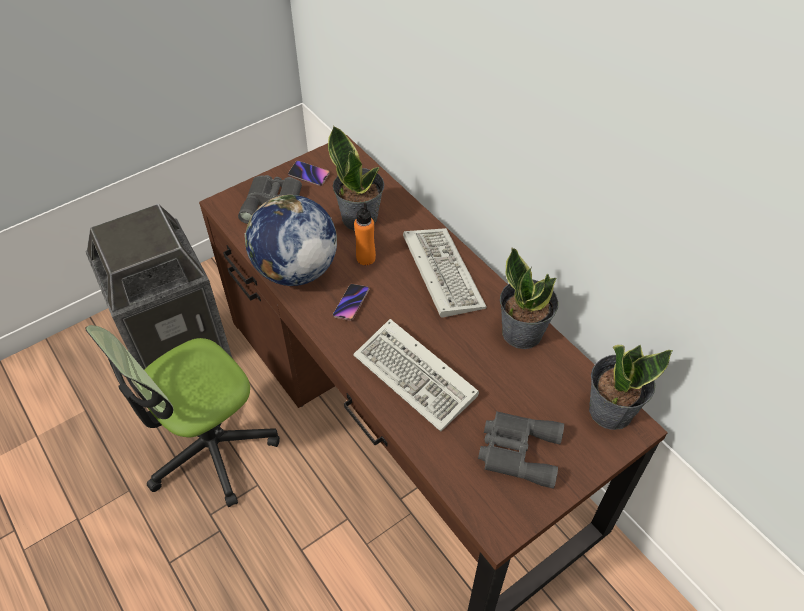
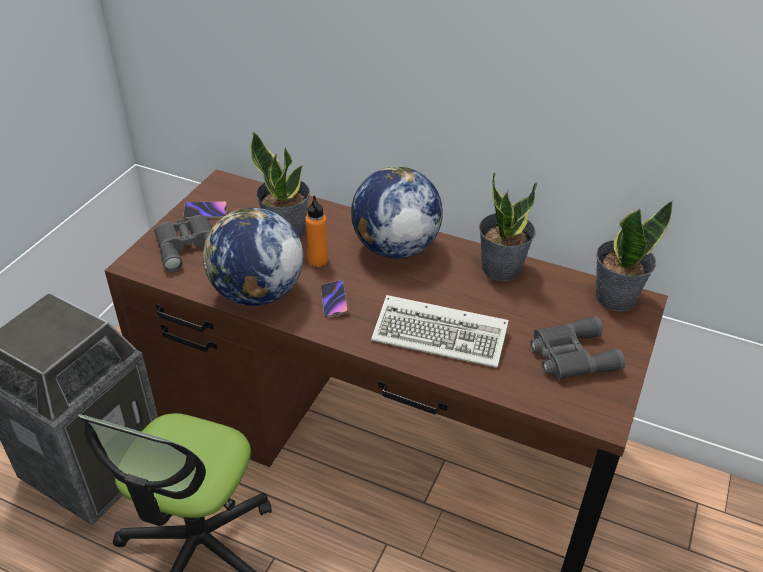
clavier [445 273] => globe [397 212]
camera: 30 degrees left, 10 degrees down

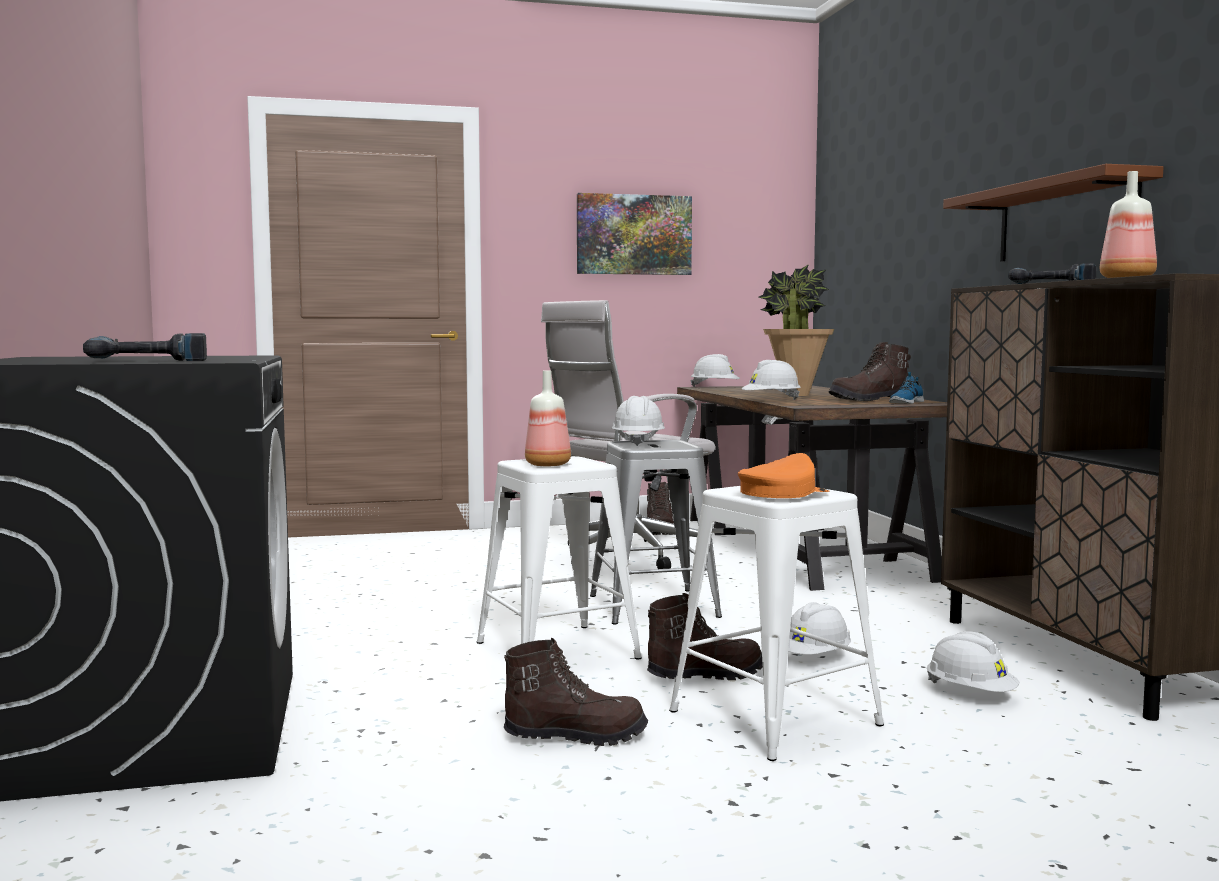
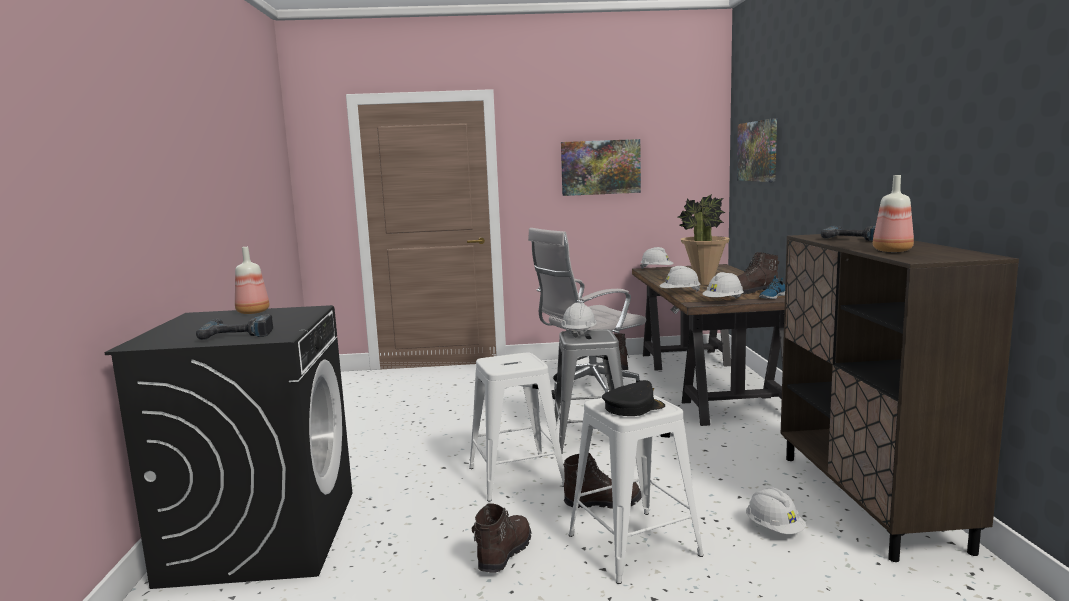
botte [marron] [576 692] => botte [marron] [501 538], 75 degrees counterclockwise
bouteille [548 418] => bouteille [252 280], move
casquette [orange] [783 475] => casquette [noir] [633 398]
casque de chantier [blanc] [819 628] => casque de chantier [blanc] [723 285], move
étagère [marron] [1053 213] => nothing
nothing => tableau [757 150]
camera: 10 degrees right, 5 degrees up

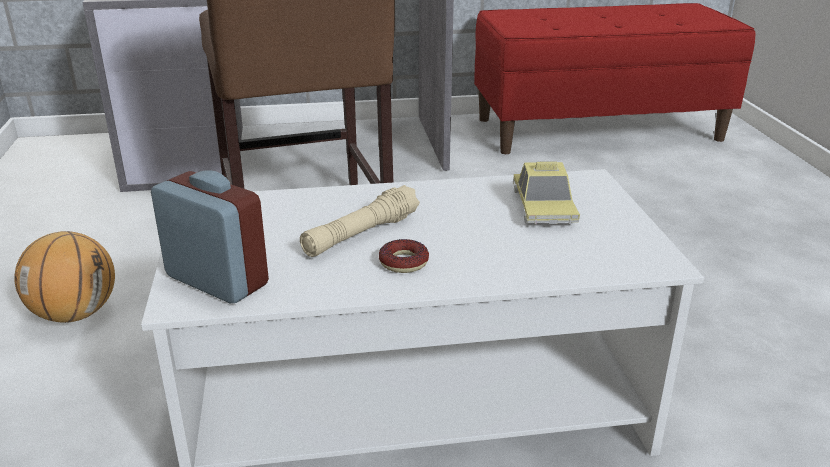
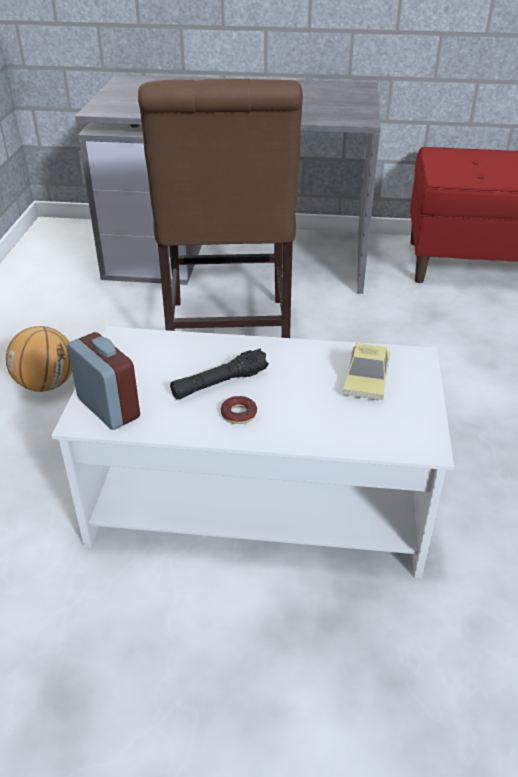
lampe de poche [beige] [360 221] => lampe de poche [noir] [219 374]
camera: 15 degrees right, 10 degrees up

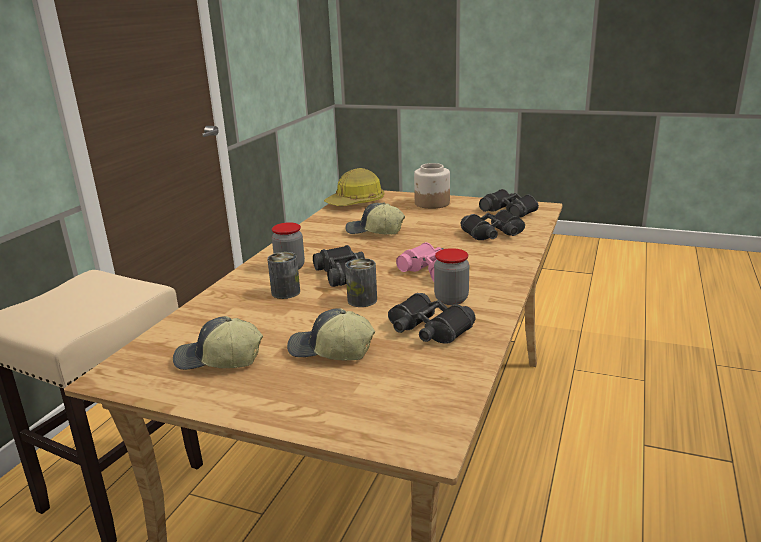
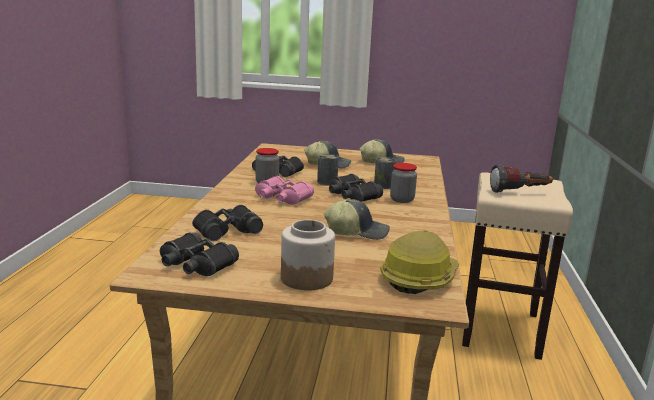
nothing => lampe de poche [521 179]
camera: 165 degrees right, 5 degrees down

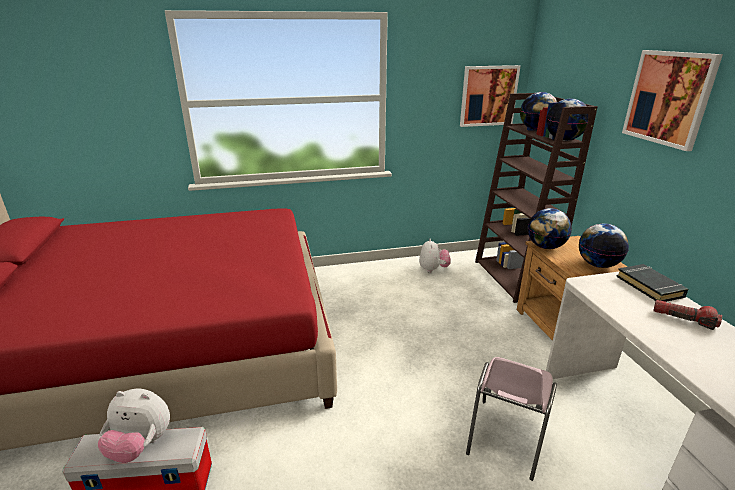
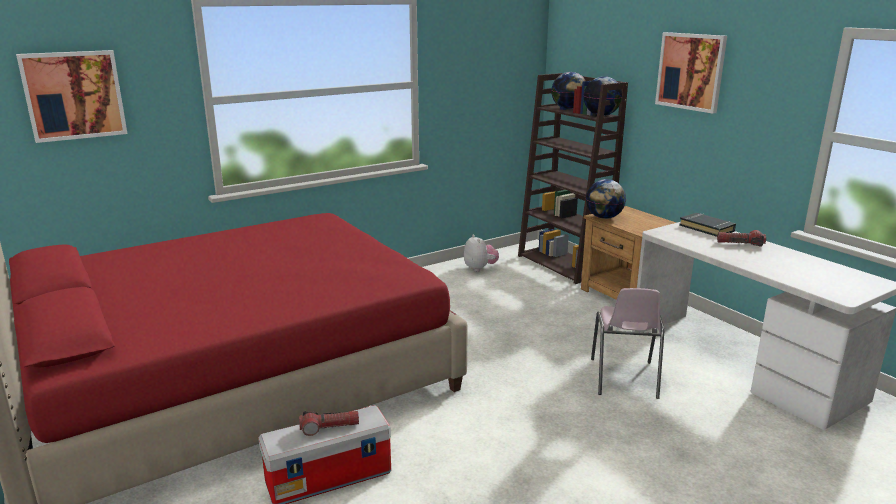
peluche [134 426] => lampe de poche [329 423]
tableau [490 96] => tableau [72 96], move
globe [604 246] => nothing
camera: 20 degrees left, 5 degrees down

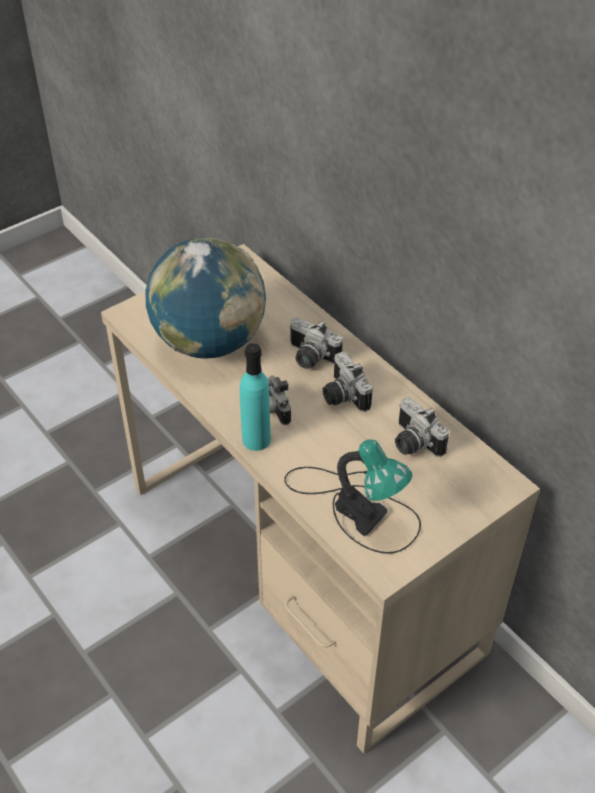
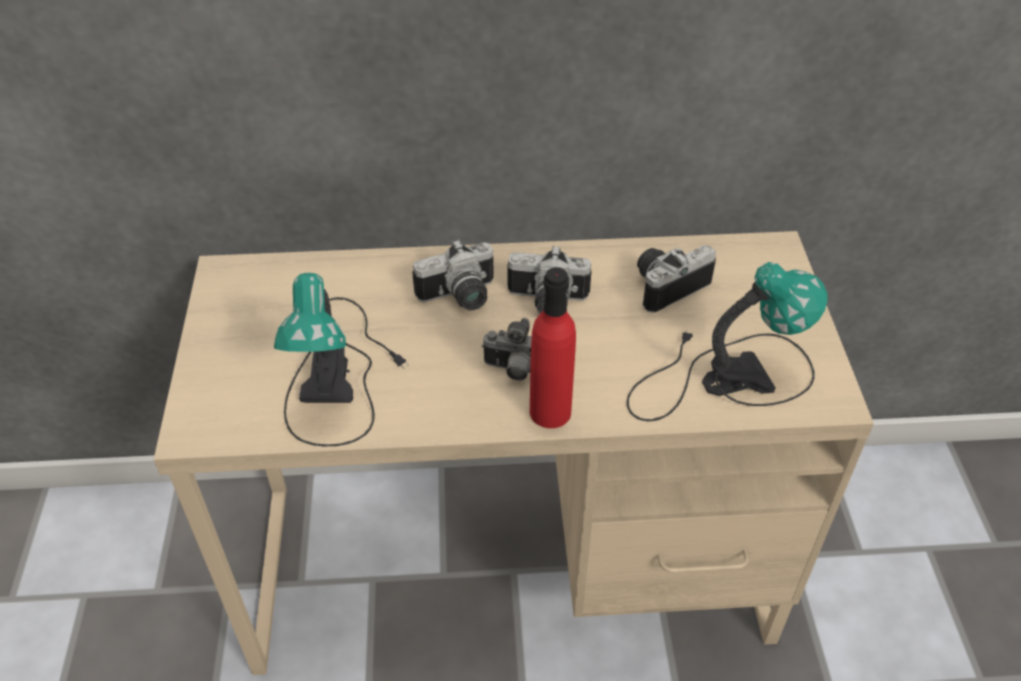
globe [206 298] => lampe de table [341 359]
bouteille [turquoise] [255 397] => bouteille [rouge] [553 347]
appareil photo [422 427] => appareil photo [676 279], 150 degrees clockwise
camera: 55 degrees left, 0 degrees up

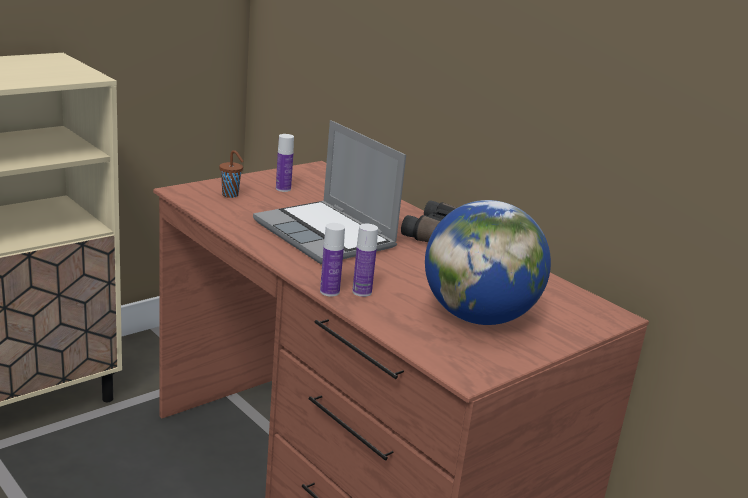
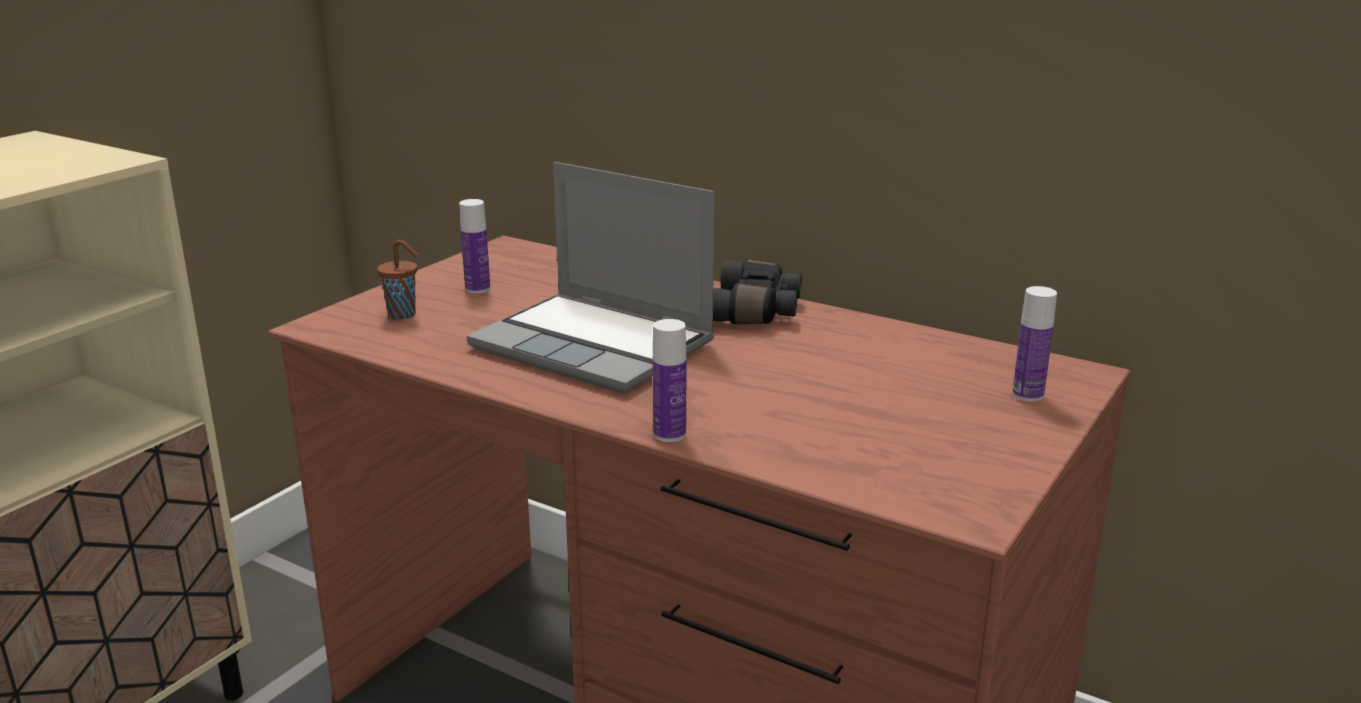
bouteille [365 260] => bouteille [1034 344], move
globe [488 262] => nothing
camera: 15 degrees left, 0 degrees up

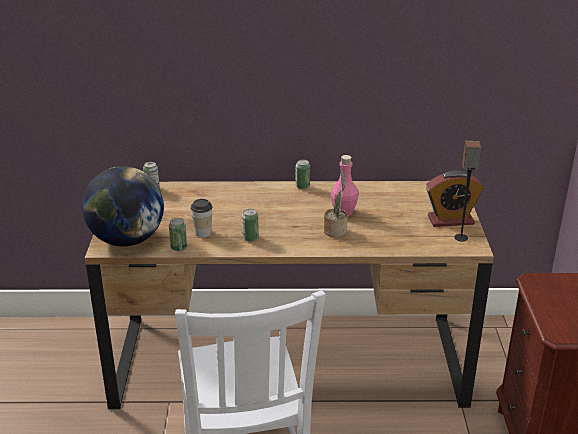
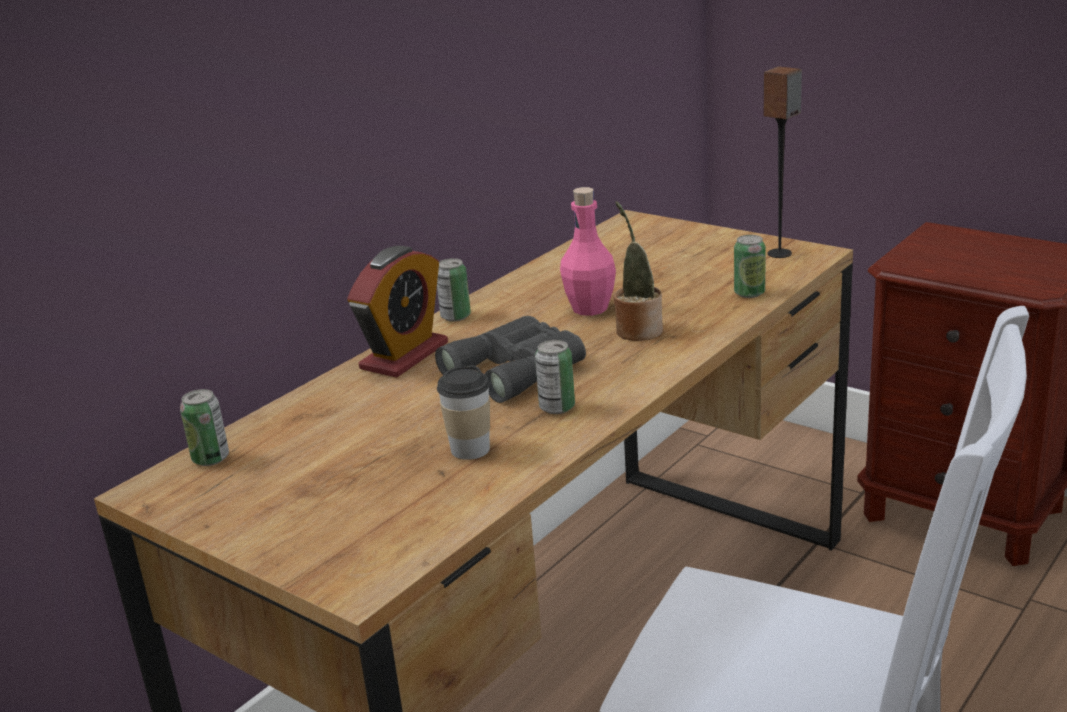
globe [123 206] => nothing
boîte métallique [178 234] => boîte métallique [750 266], move
réveil [454 198] => réveil [397 312], move
nothing => jumelles [gris] [510 359]
camera: 50 degrees left, 5 degrees down

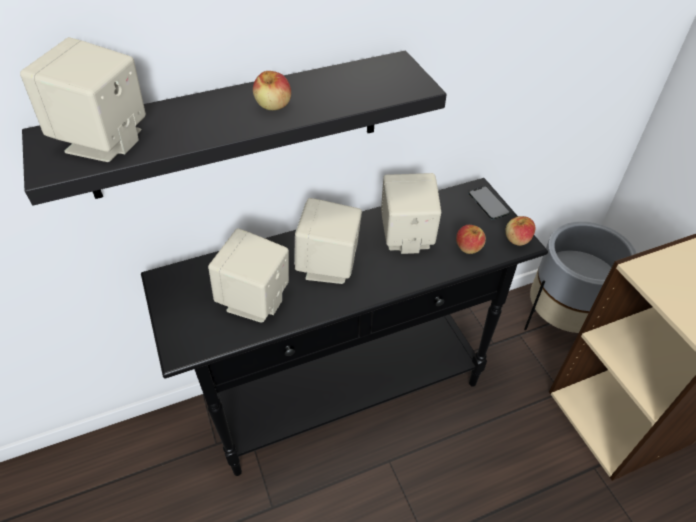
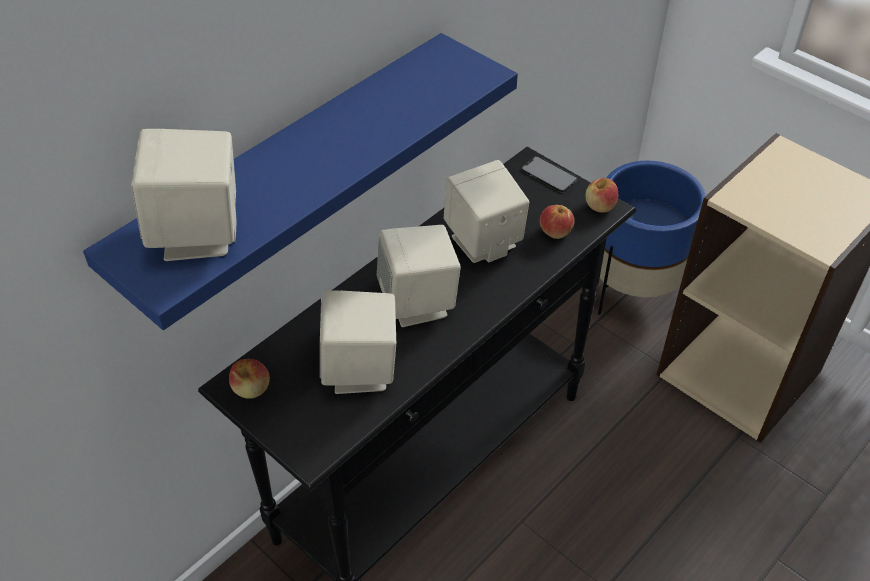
étagère [noir] [234 128] => étagère [bleu] [300 181]
pomme [272 90] => pomme [249 379], move
cache-pot [gris] [580 277] => cache-pot [bleu] [652 237]
camera: 25 degrees left, 0 degrees up

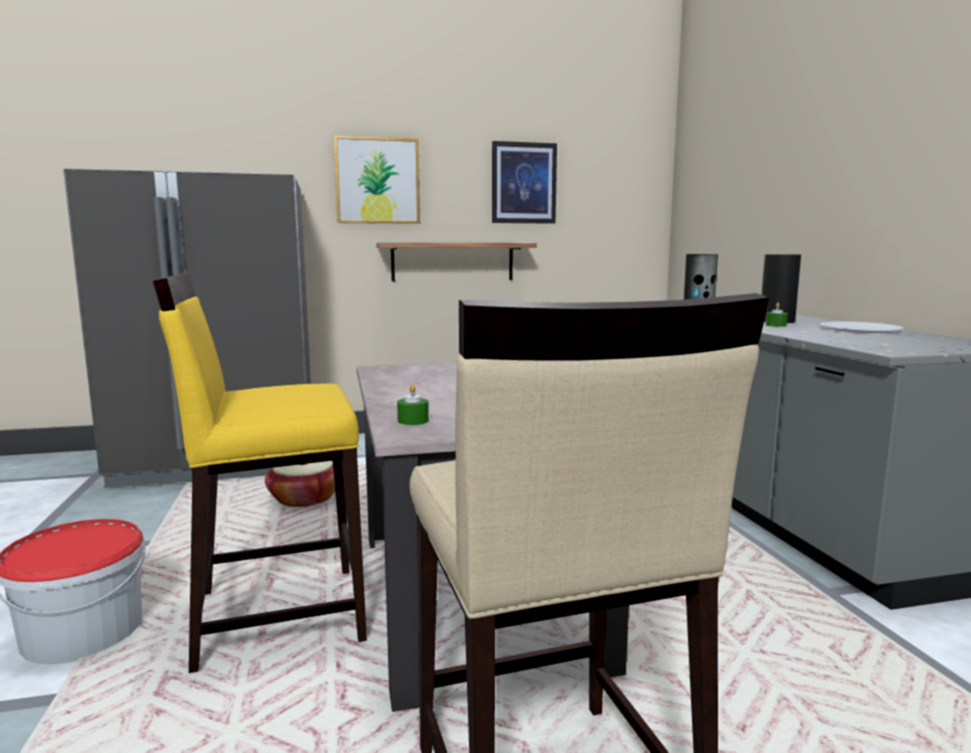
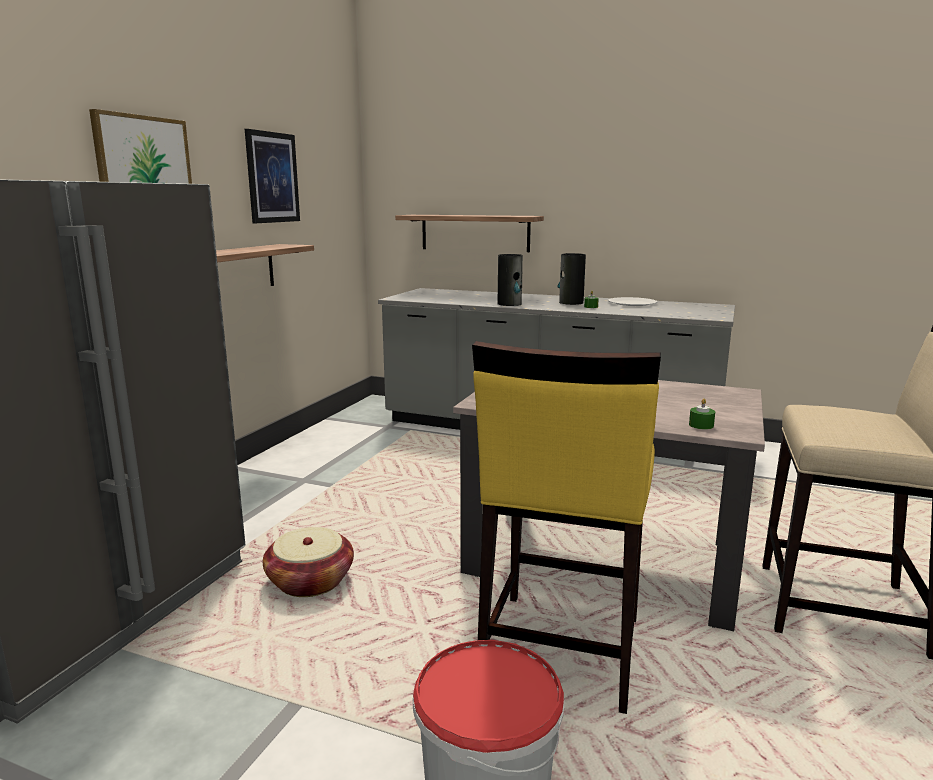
nothing => étagère [469 233]
camera: 55 degrees left, 5 degrees up

